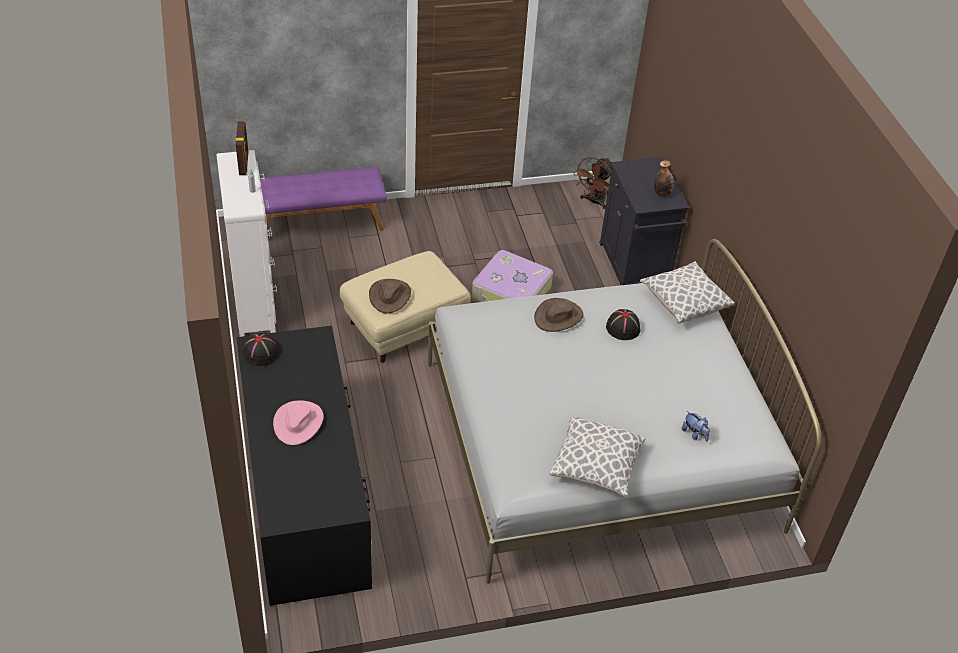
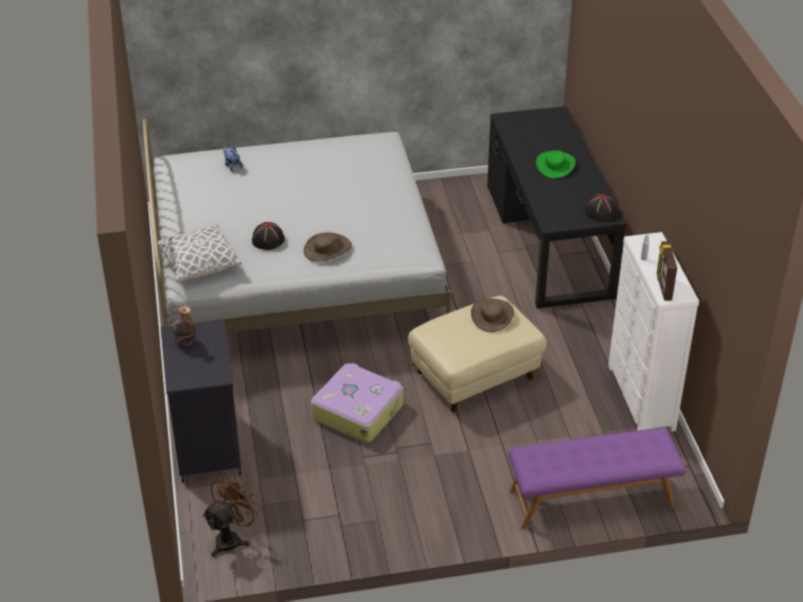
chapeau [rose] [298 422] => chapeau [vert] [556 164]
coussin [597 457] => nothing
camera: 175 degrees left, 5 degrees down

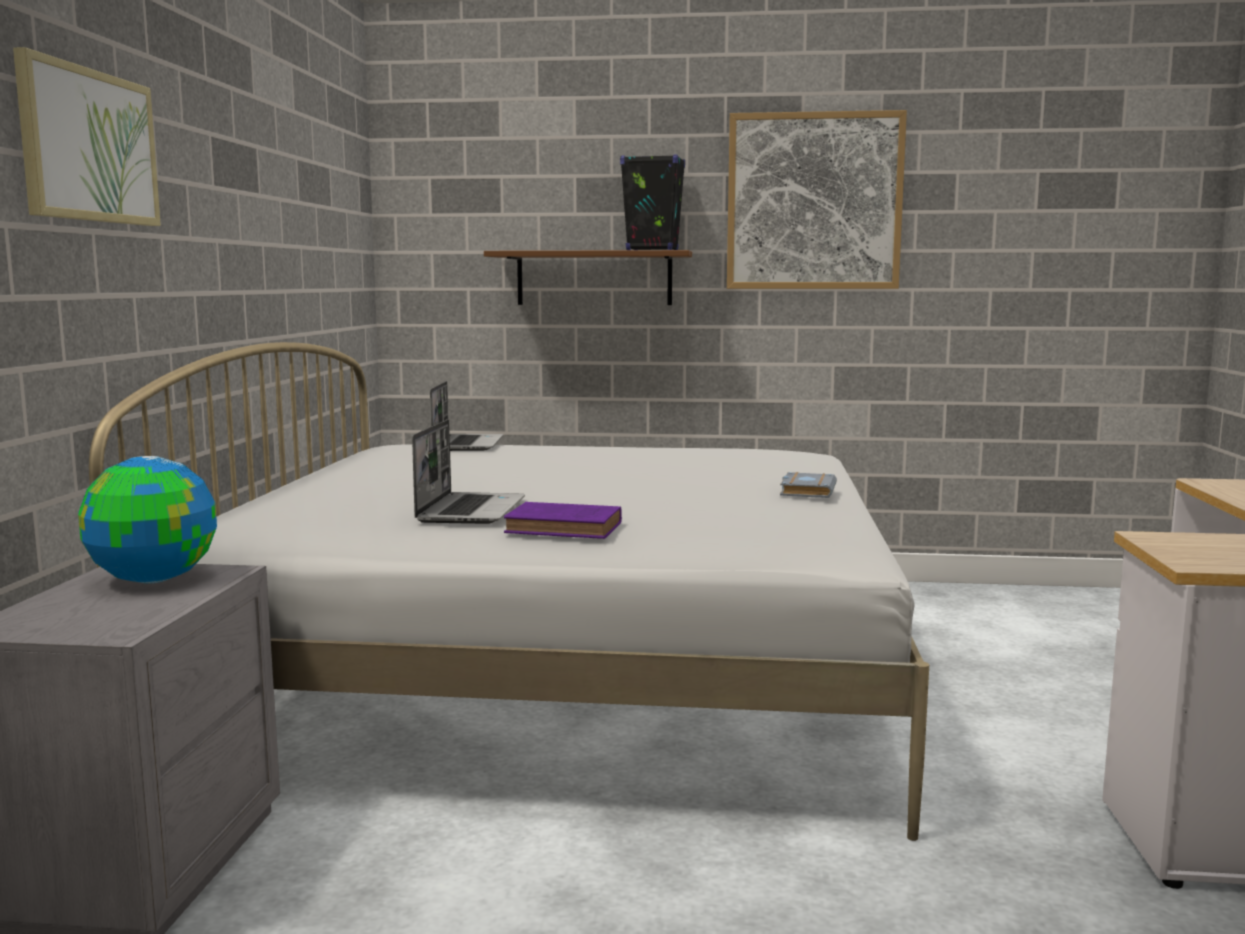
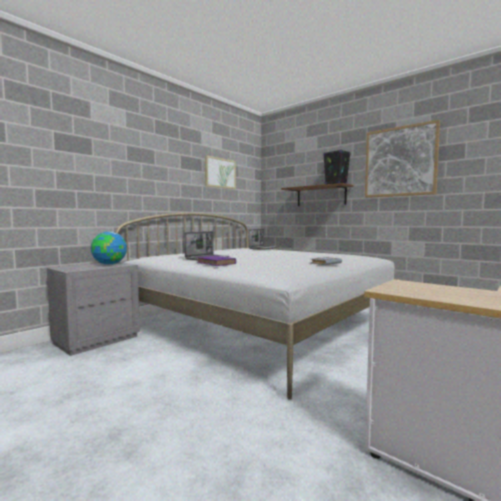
tableau [87 136] => tableau [220 172], move
camera: 35 degrees right, 5 degrees down

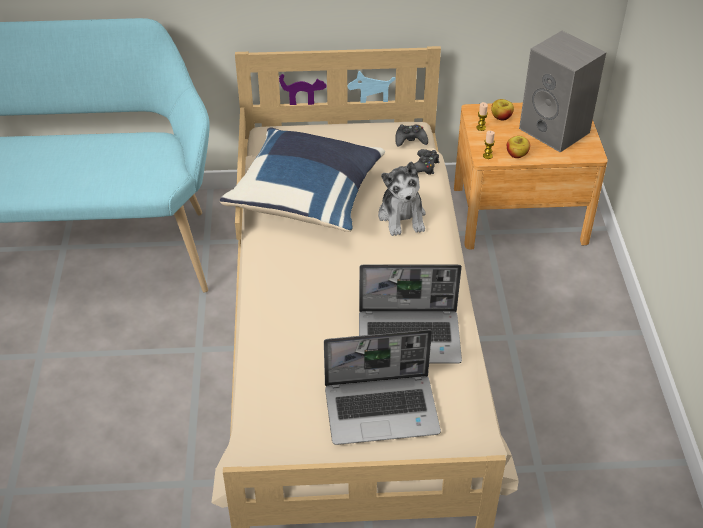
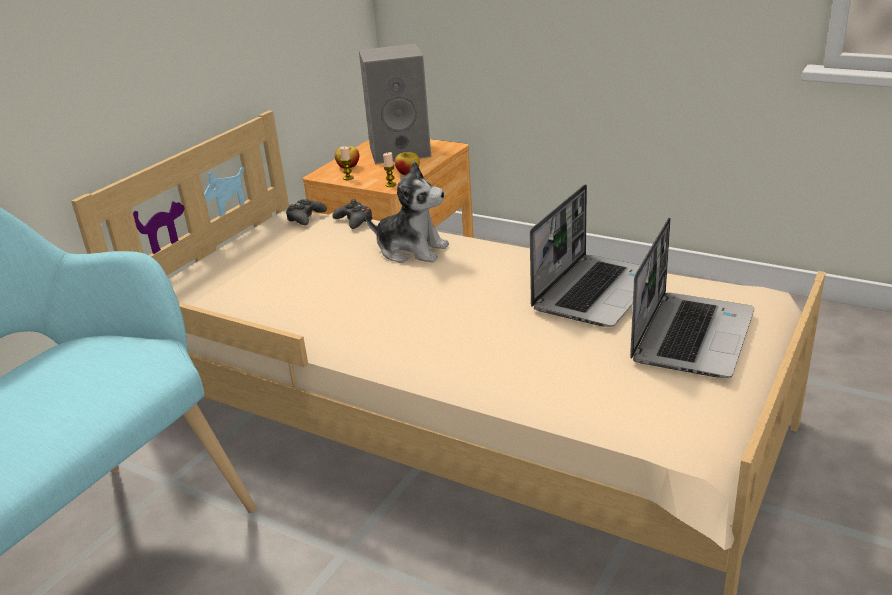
coussin [bleu] [302 180] => nothing
camera: 55 degrees left, 15 degrees down

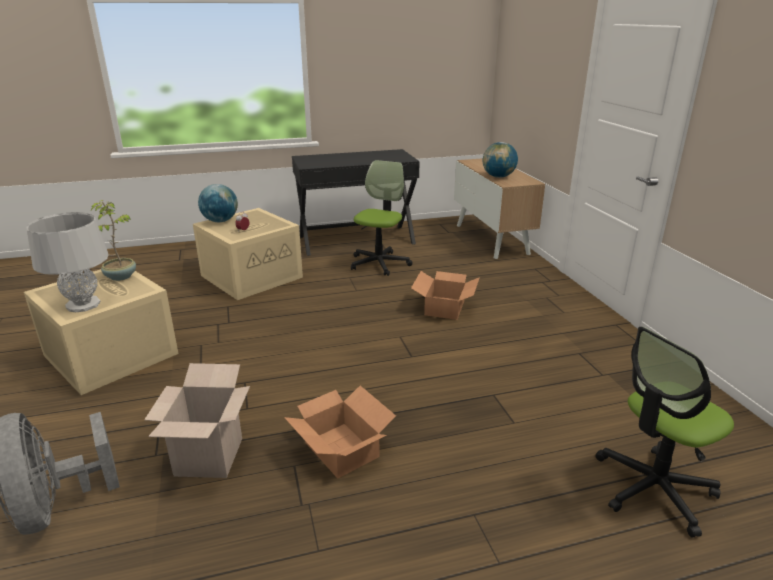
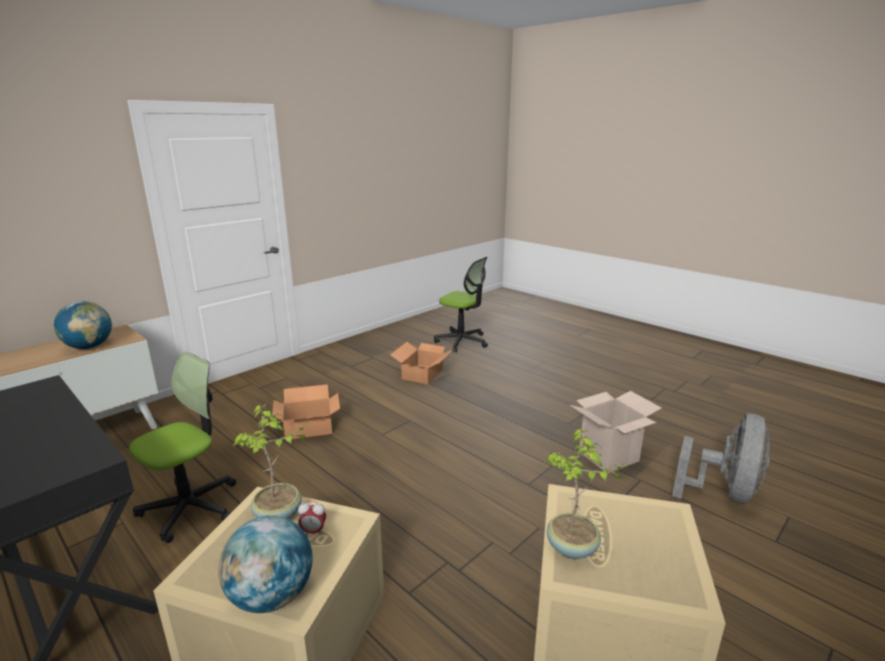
lampe de table [gris] [67 262] => nothing
carton [340 432] => carton [422 363], move
chaise de bureau [382 218] => chaise de bureau [182 447], 135 degrees clockwise
nothing => plante en pot [272 461]
camera: 120 degrees left, 5 degrees down

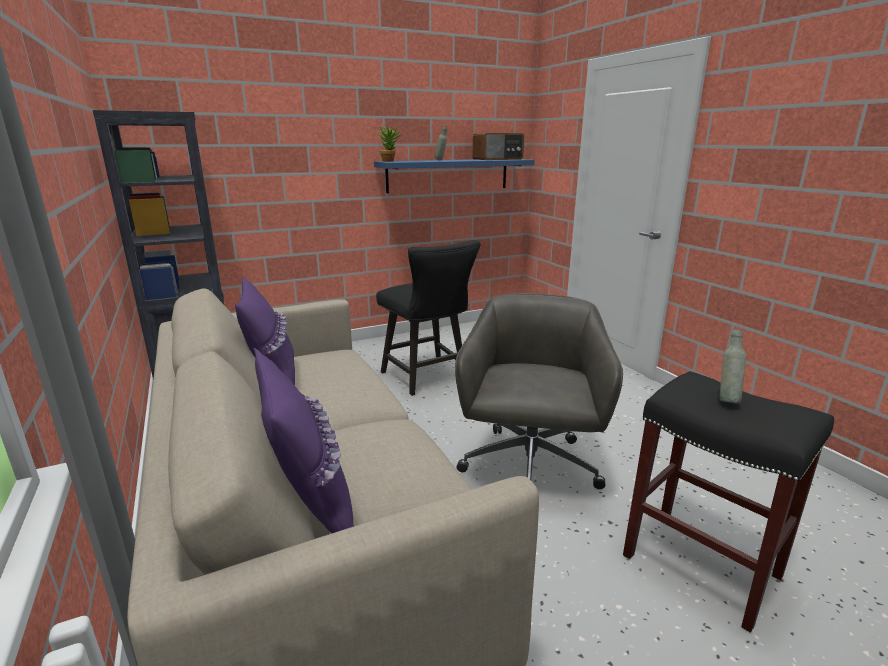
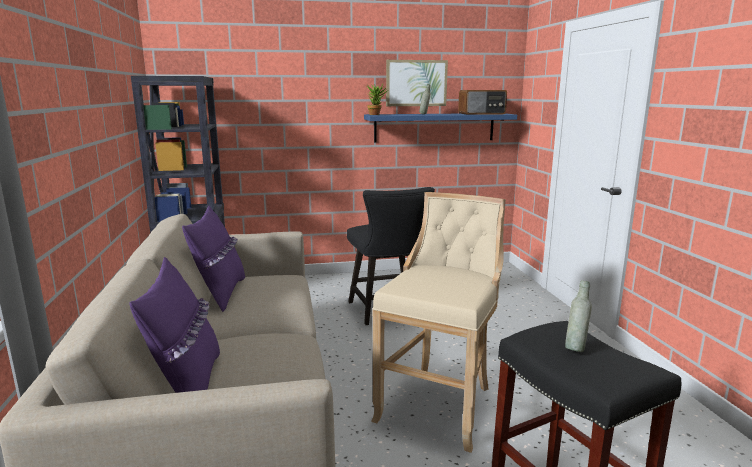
chaise de bureau [gris] [539 391] => tabouret [beige] [438 322]
nothing => tableau [417 83]
camera: 15 degrees right, 5 degrees down

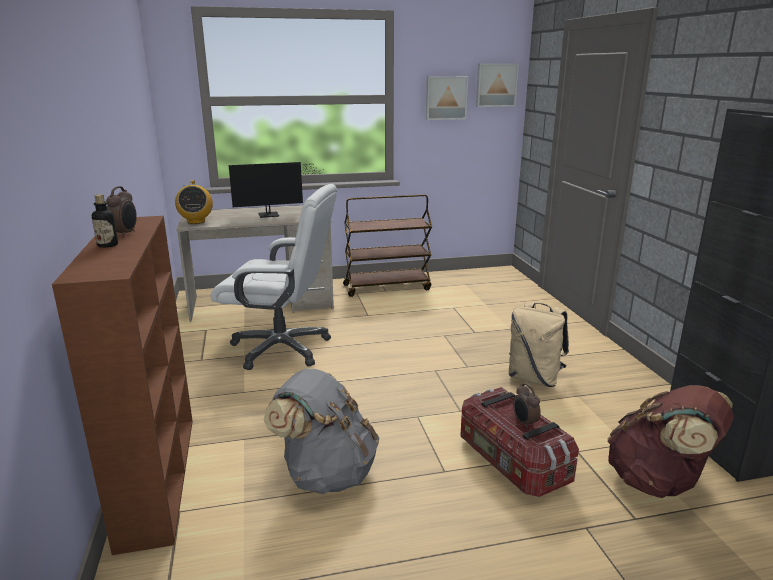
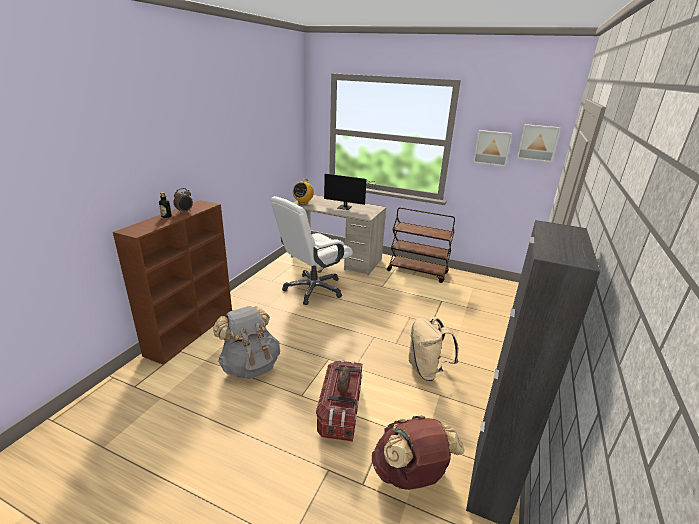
chaise de bureau [blanc] [273 277] => chaise de bureau [blanc] [312 250], 90 degrees clockwise
camera: 35 degrees right, 5 degrees up

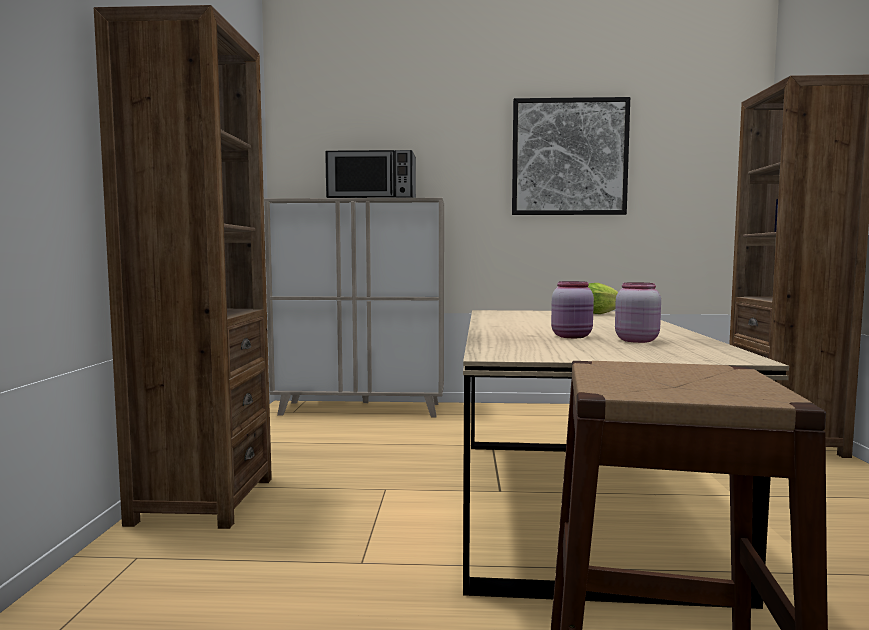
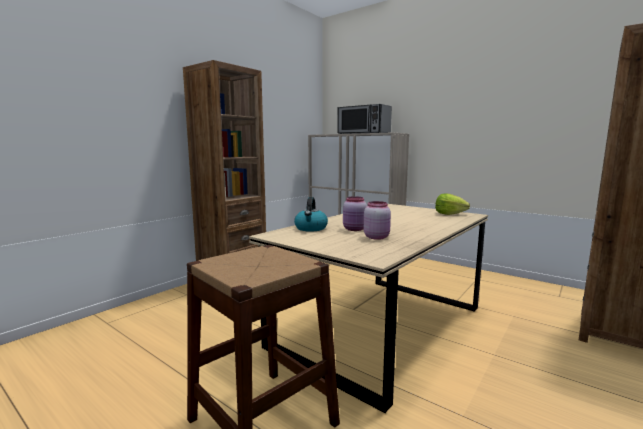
tableau [571 156] => nothing
nothing => bouilloire [311 214]
camera: 35 degrees right, 5 degrees up

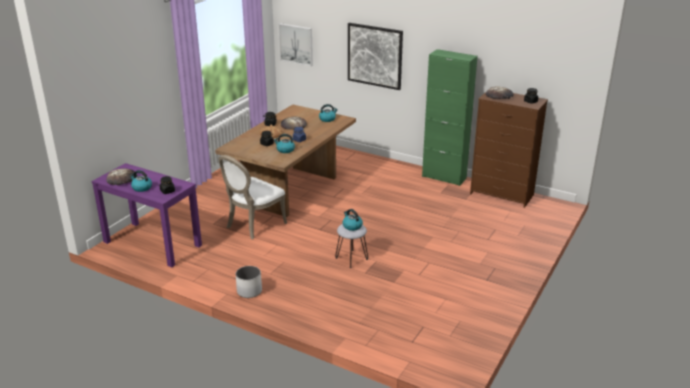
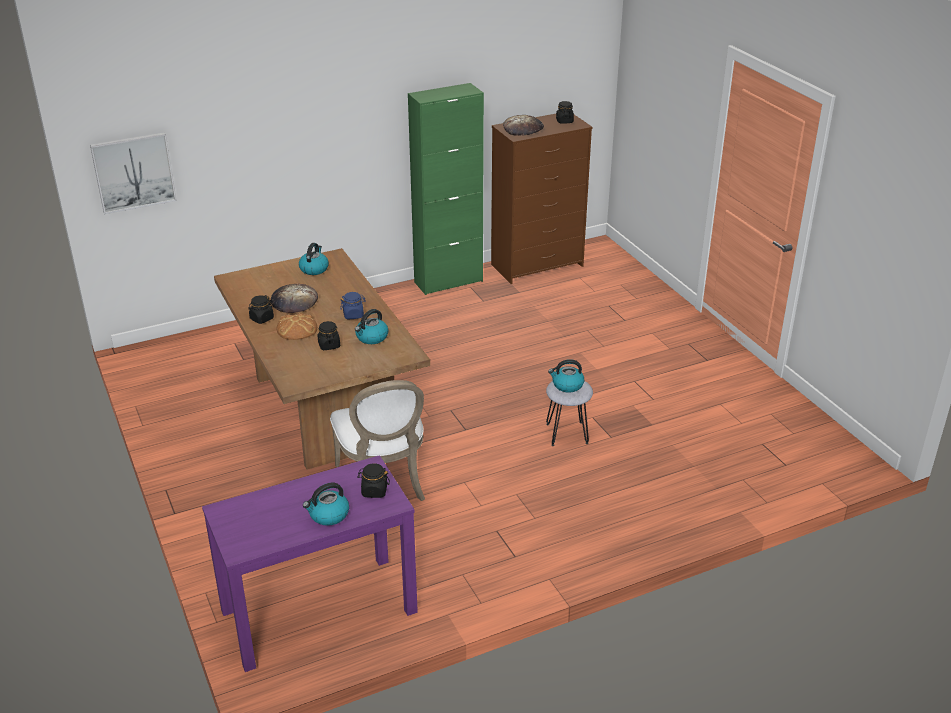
pain [121 176] => nothing
cache-pot [blanc] [249 282] => nothing
tableau [375 56] => nothing
camera: 55 degrees left, 5 degrees up

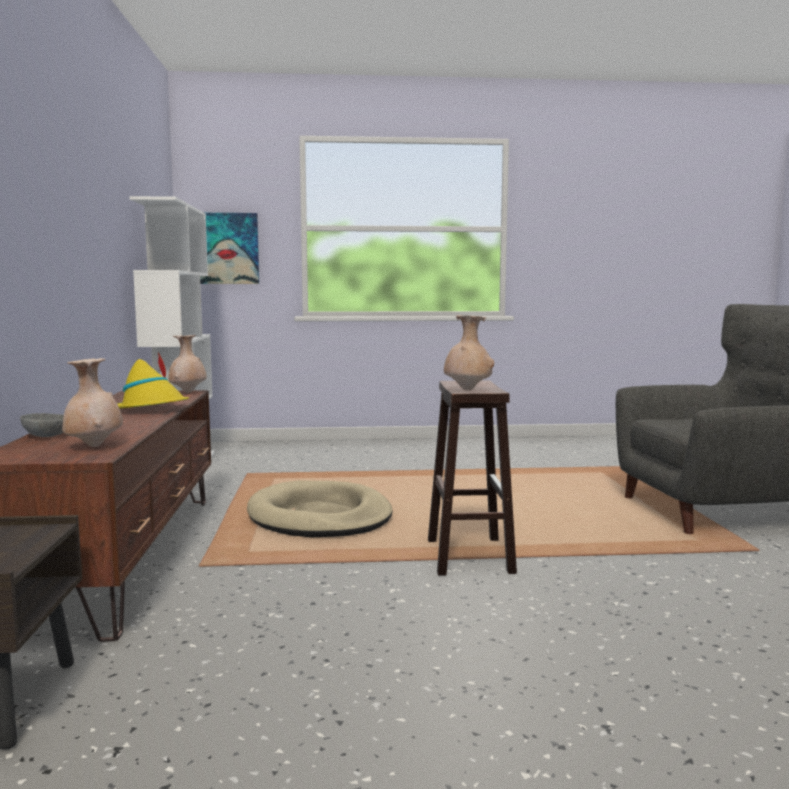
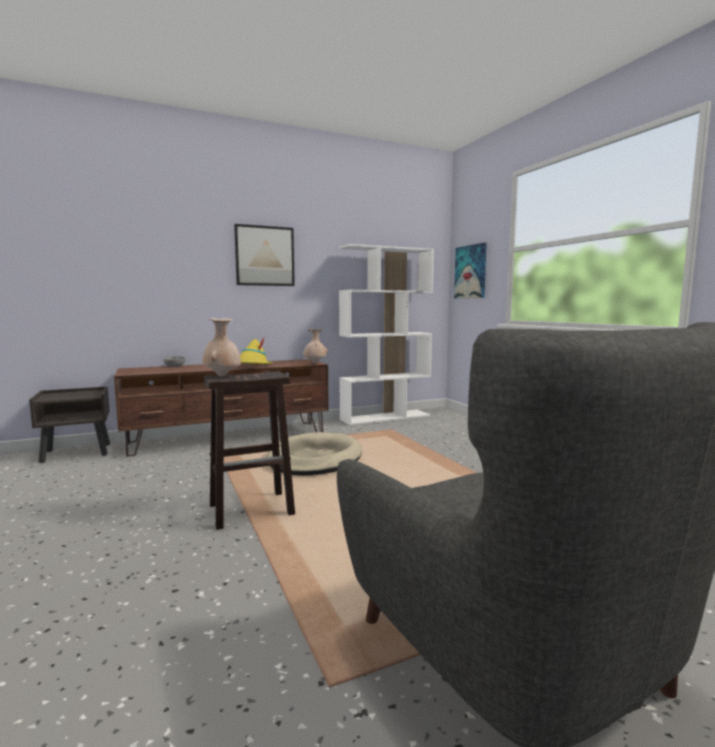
vase [beige] [92 402] => nothing
nothing => tableau [264 255]
camera: 70 degrees right, 0 degrees up

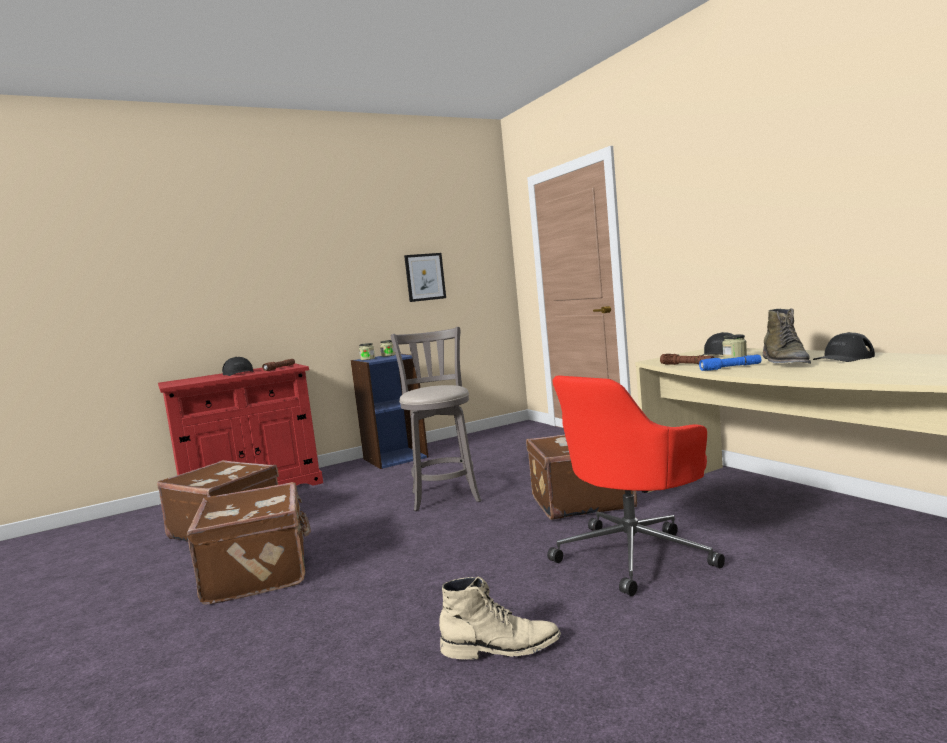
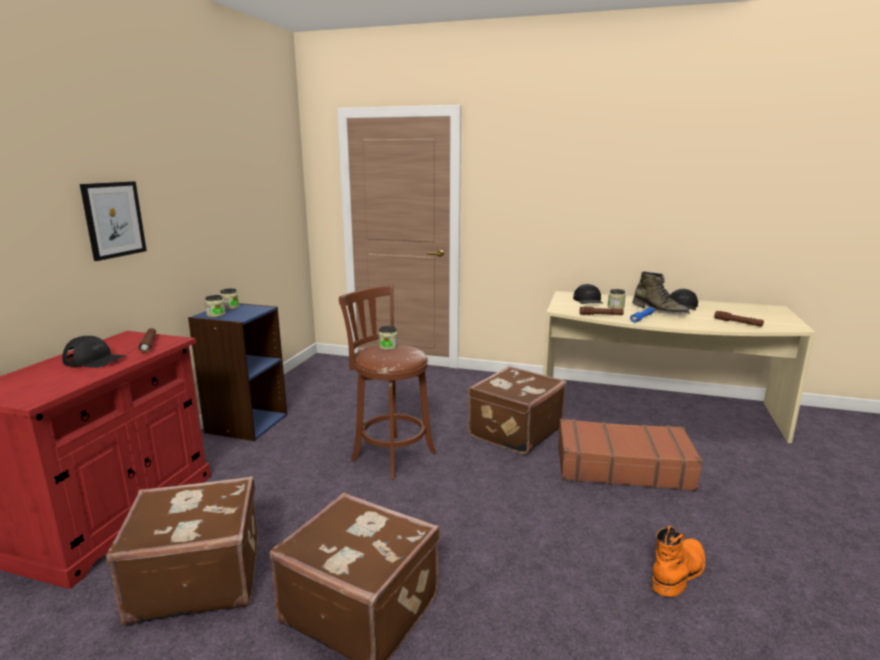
tabouret [gris] [436 419] => tabouret [marron] [387 382]
tableau [425 277] => tableau [113 221], move
botte [beige] [500 618] => botte [orange] [679 561]
chaise de bureau [rouge] [636 486] => valise [marron] [630 455]
nothing => bocal [388 338]
nothing => lampe de poche [marron] [739 319]
camera: 45 degrees left, 10 degrees up

